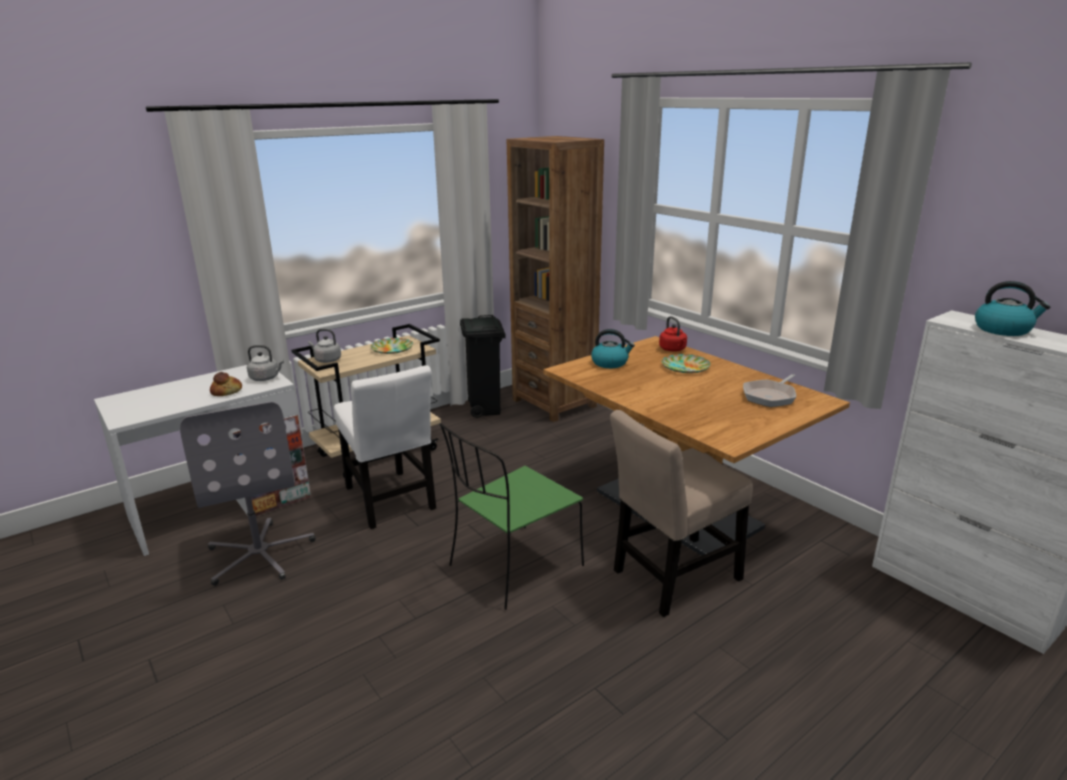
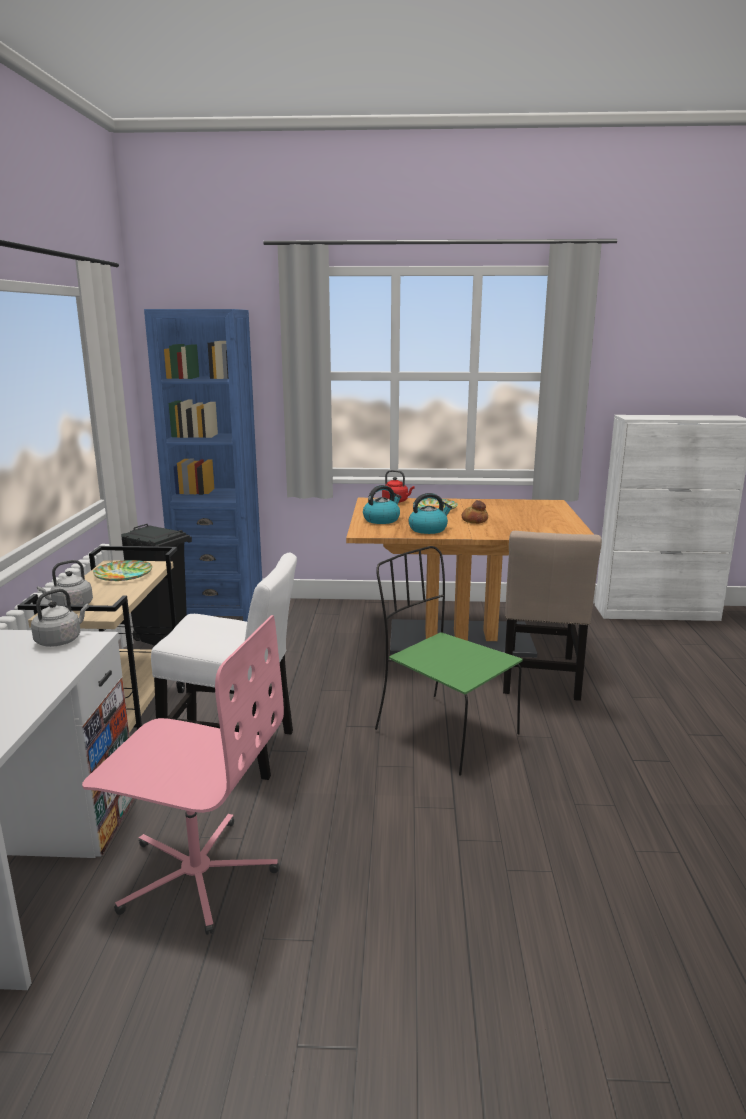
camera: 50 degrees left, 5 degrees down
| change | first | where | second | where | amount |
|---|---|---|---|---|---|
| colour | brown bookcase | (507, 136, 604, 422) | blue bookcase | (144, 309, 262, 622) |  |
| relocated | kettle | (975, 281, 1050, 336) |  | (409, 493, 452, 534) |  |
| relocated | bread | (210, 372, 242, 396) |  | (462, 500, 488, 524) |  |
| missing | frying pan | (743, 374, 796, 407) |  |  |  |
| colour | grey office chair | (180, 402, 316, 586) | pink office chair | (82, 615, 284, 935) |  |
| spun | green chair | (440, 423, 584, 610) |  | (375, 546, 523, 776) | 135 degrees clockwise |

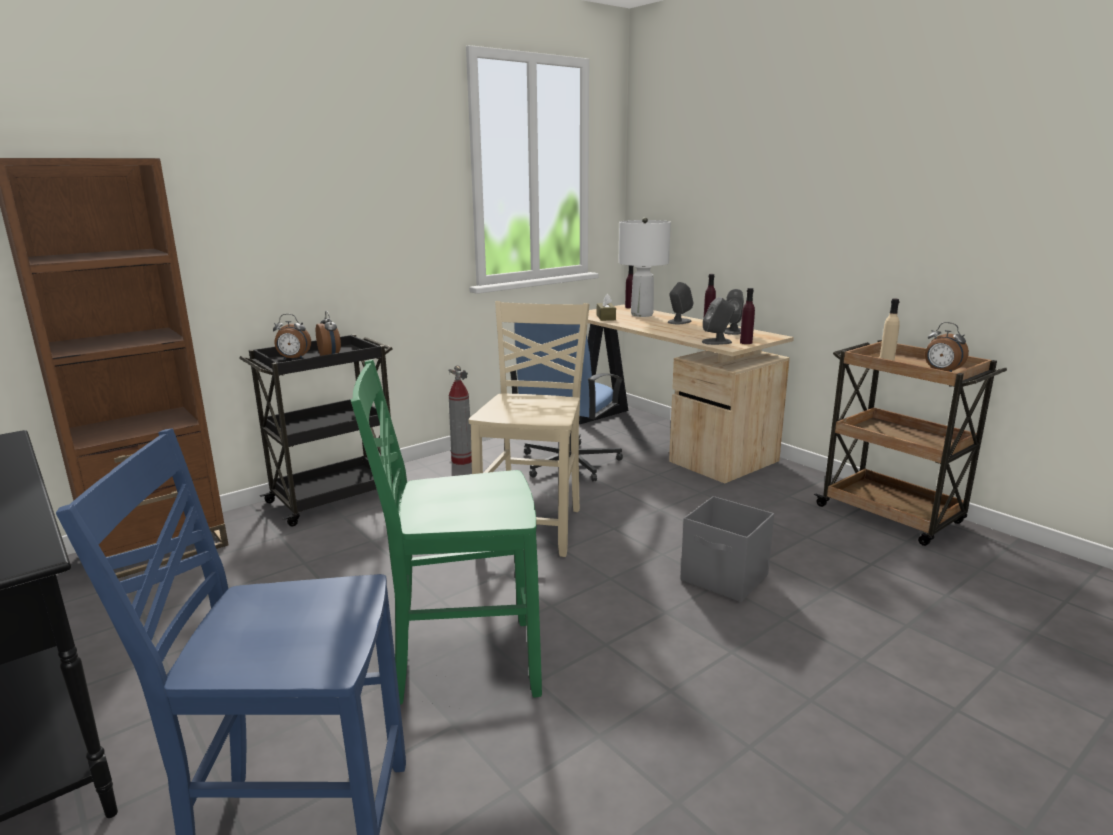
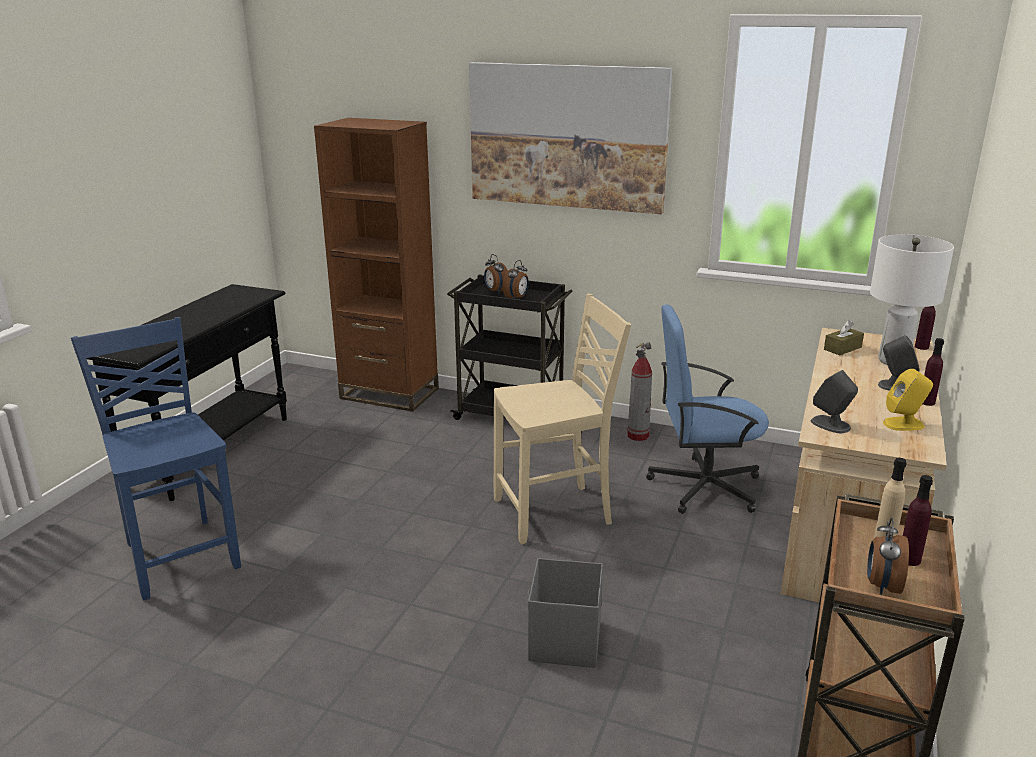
camera: 60 degrees right, 5 degrees up
| change | first | where | second | where | amount |
|---|---|---|---|---|---|
| relocated | purple bottle | (740, 288, 755, 344) |  | (903, 475, 933, 566) |  |
| colour | grey speaker | (723, 289, 744, 335) | yellow speaker | (883, 369, 933, 431) |  |
| missing | green chair | (350, 360, 542, 705) |  |  |  |
| appeared |  |  | picture | (469, 62, 673, 214) |  |

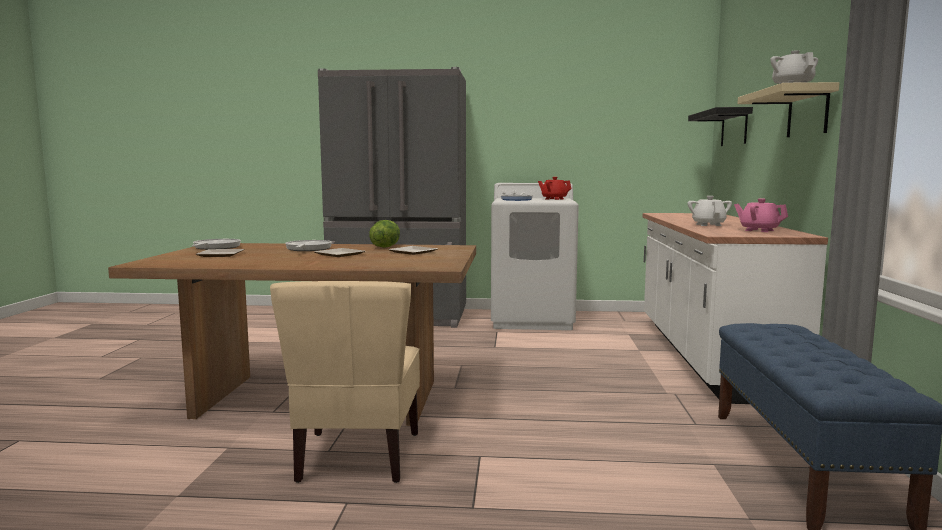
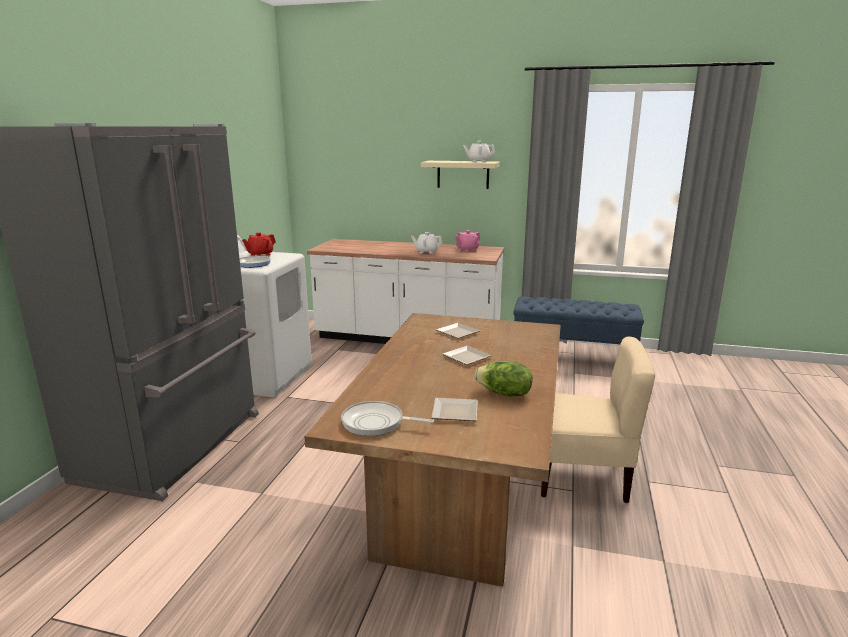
camera: 80 degrees left, 10 degrees up
| change | first | where | second | where | amount |
|---|---|---|---|---|---|
| missing | black shelf | (688, 107, 753, 146) |  |  |  |
| relocated | lettuce | (369, 220, 400, 248) |  | (475, 361, 533, 396) |  |
| missing | frying pan | (285, 240, 332, 251) |  |  |  |

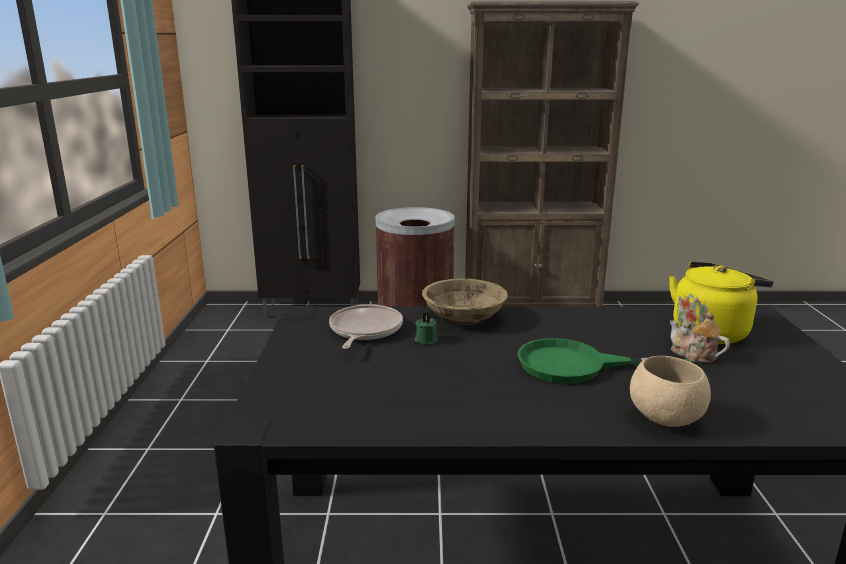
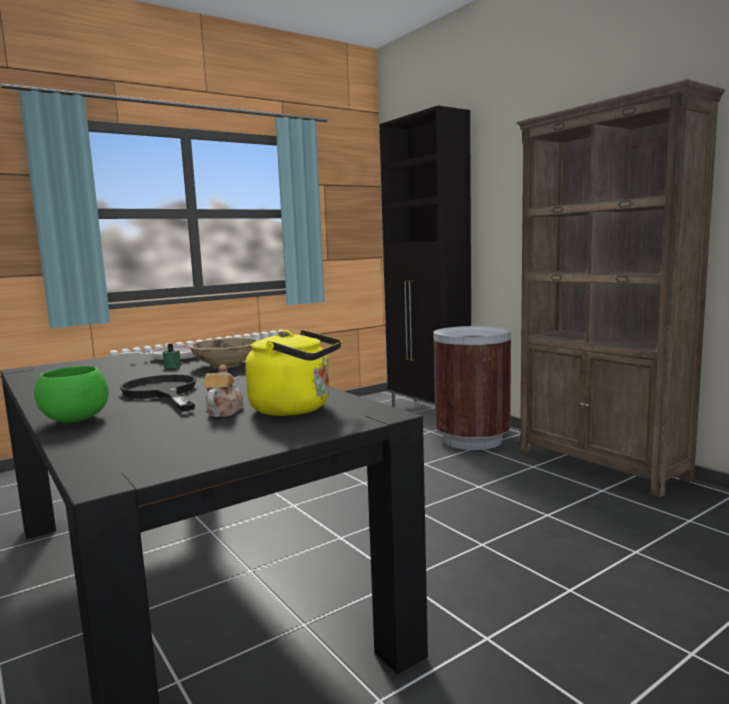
camera: 55 degrees right, 10 degrees down
| change | first | where | second | where | amount |
|---|---|---|---|---|---|
| colour | green frying pan | (517, 338, 691, 384) | black frying pan | (120, 374, 197, 411) |  |
| colour | beige bowl | (630, 356, 711, 427) | green bowl | (34, 366, 109, 422) |  |

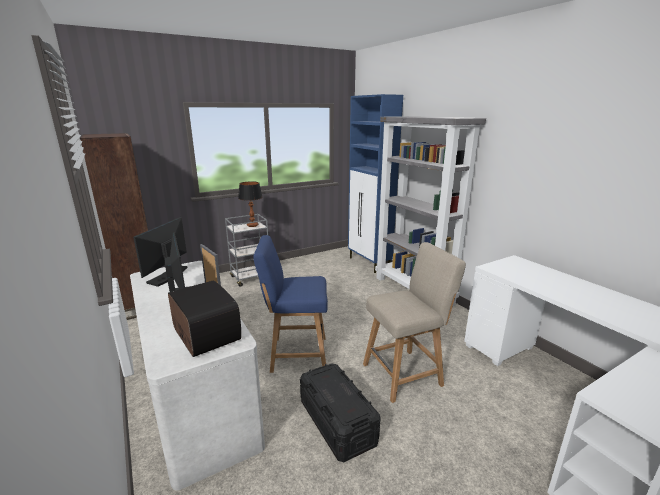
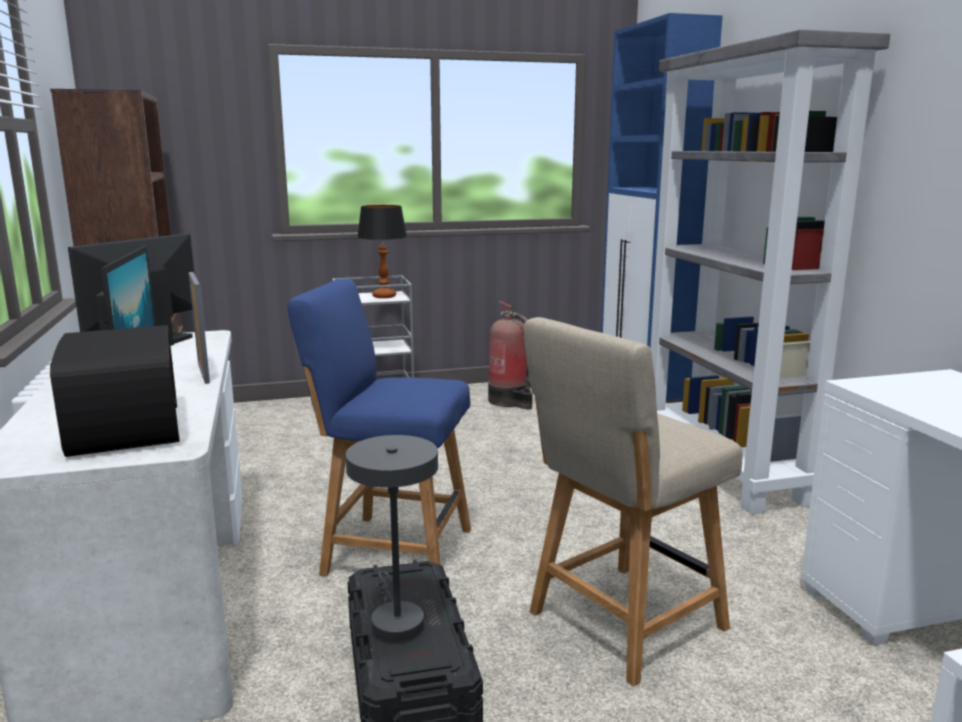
camera: 15 degrees right, 5 degrees down
| change | first | where | second | where | amount |
|---|---|---|---|---|---|
| spun | beige chair | (363, 242, 466, 403) |  | (523, 317, 743, 686) | 150 degrees clockwise |
| appeared |  |  | fire extinguisher | (488, 301, 532, 410) |  |
| appeared |  |  | grey table lamp | (345, 435, 438, 642) |  |

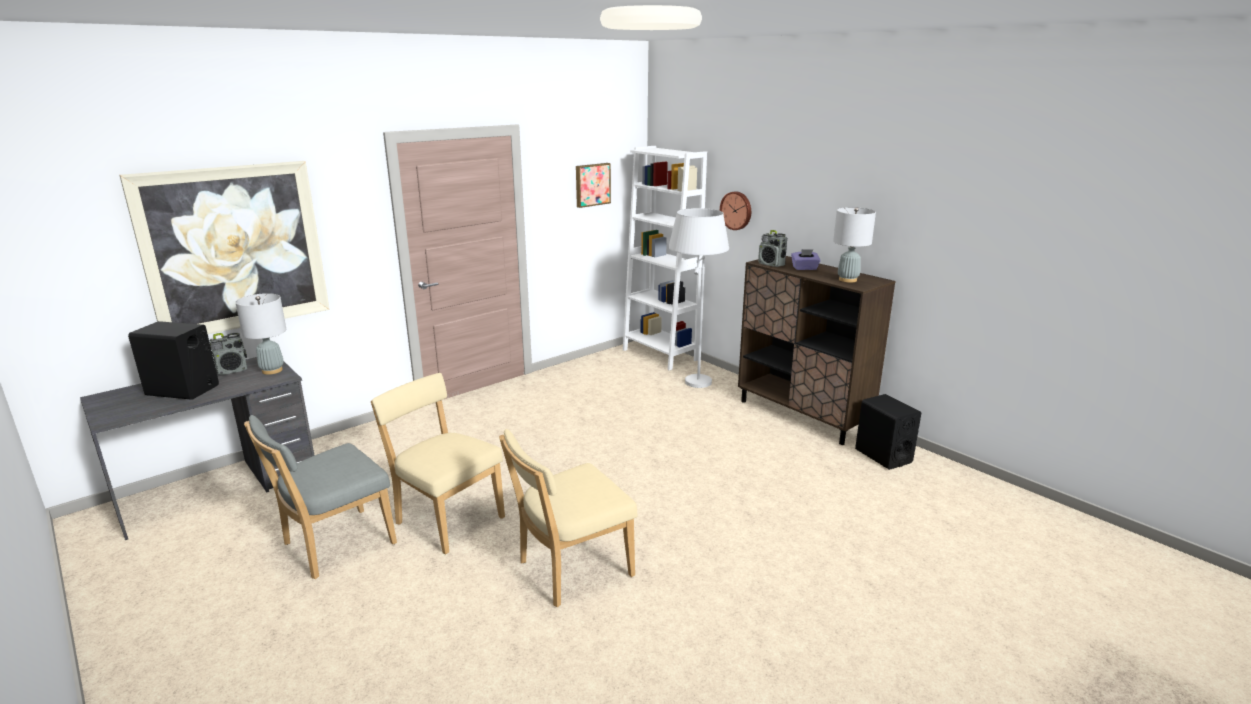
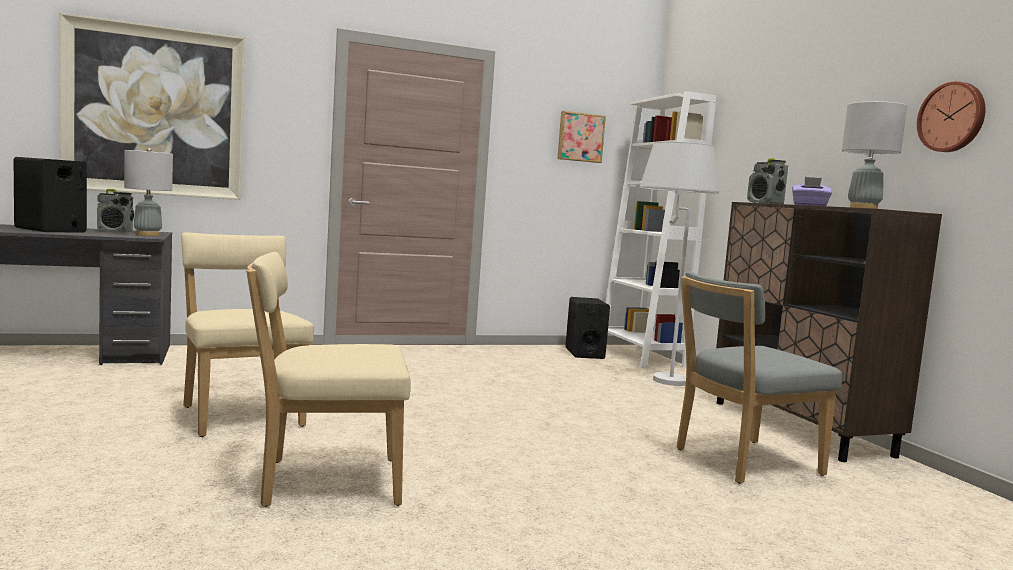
camera: 20 degrees right, 15 degrees down
| change | first | where | second | where | amount |
|---|---|---|---|---|---|
| relocated | wall clock | (720, 191, 751, 230) |  | (917, 81, 986, 152) |  |
| relocated | black speaker | (855, 394, 921, 470) |  | (565, 297, 610, 359) |  |
| relocated | grey chair | (244, 415, 397, 579) |  | (677, 271, 842, 484) |  |

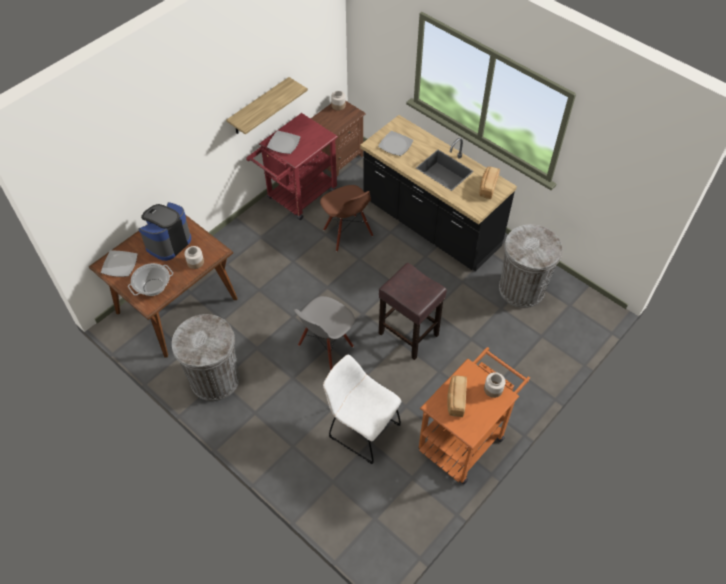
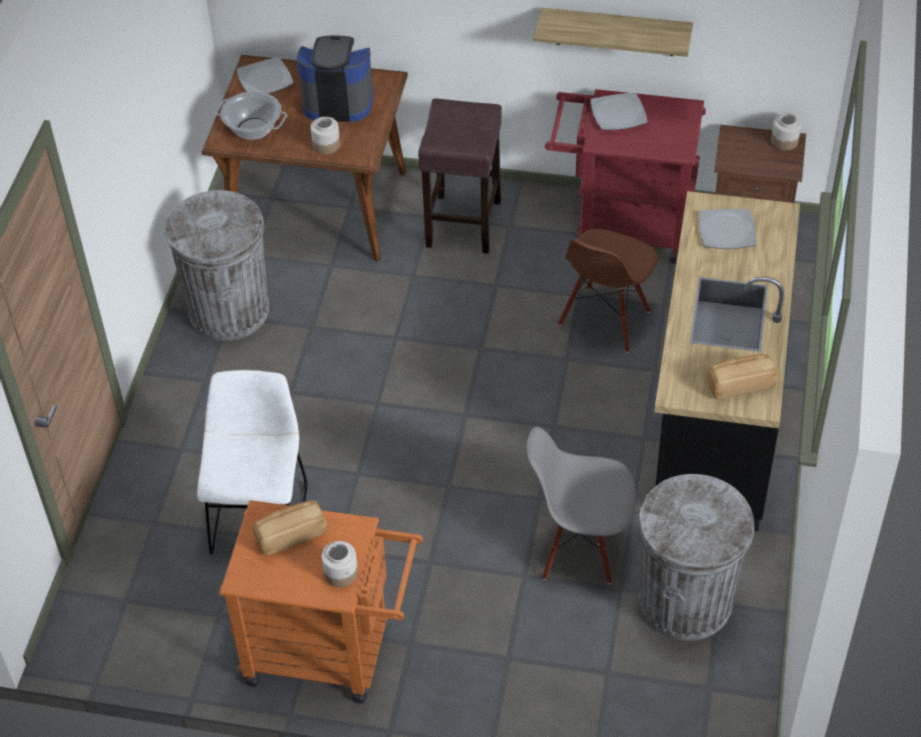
camera: 60 degrees right, 5 degrees down
| change | first | where | second | where | amount |
|---|---|---|---|---|---|
| relocated | brown stool | (379, 263, 447, 360) |  | (418, 99, 502, 254) |  |
| relocated | grey chair | (294, 296, 355, 371) |  | (527, 426, 636, 584) |  |

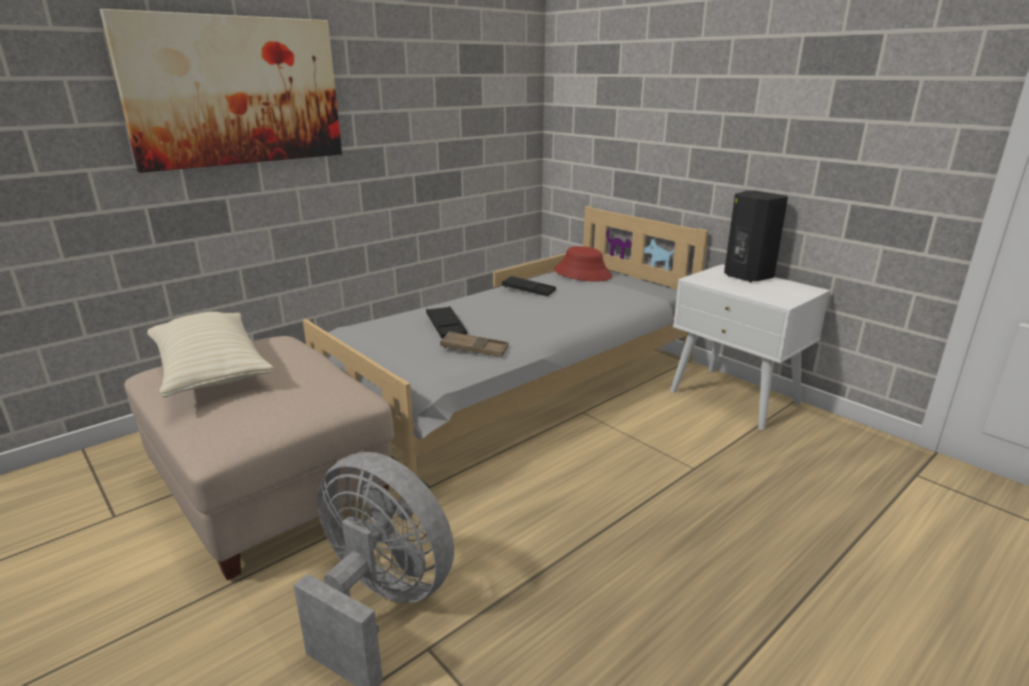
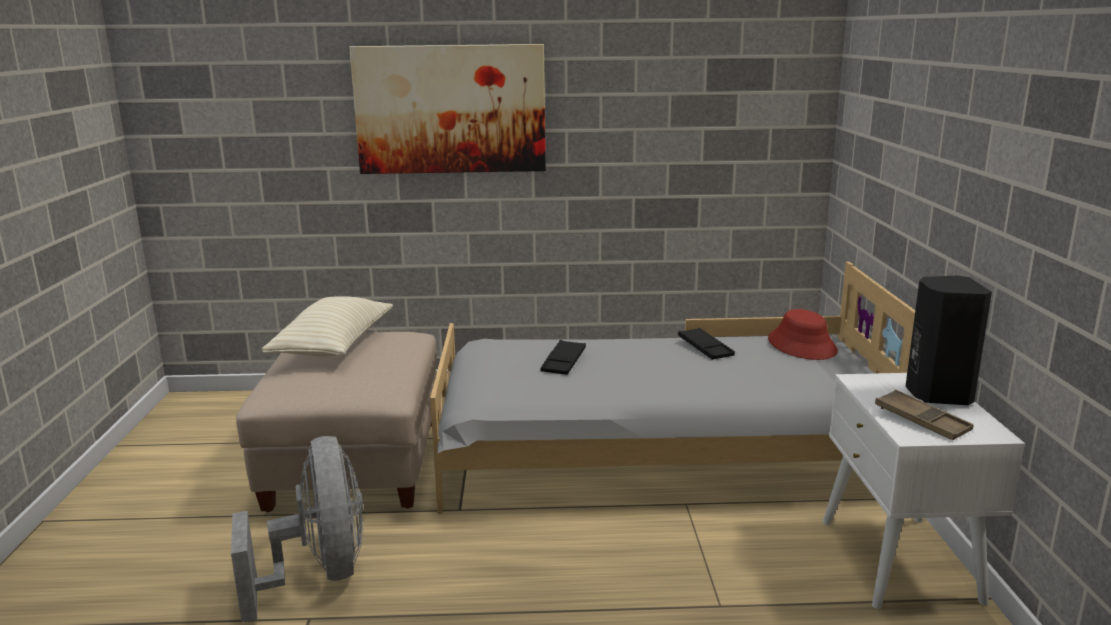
camera: 40 degrees right, 5 degrees down
| change | first | where | second | where | amount |
|---|---|---|---|---|---|
| relocated | brown tray | (440, 331, 509, 357) |  | (875, 390, 974, 440) |  |

